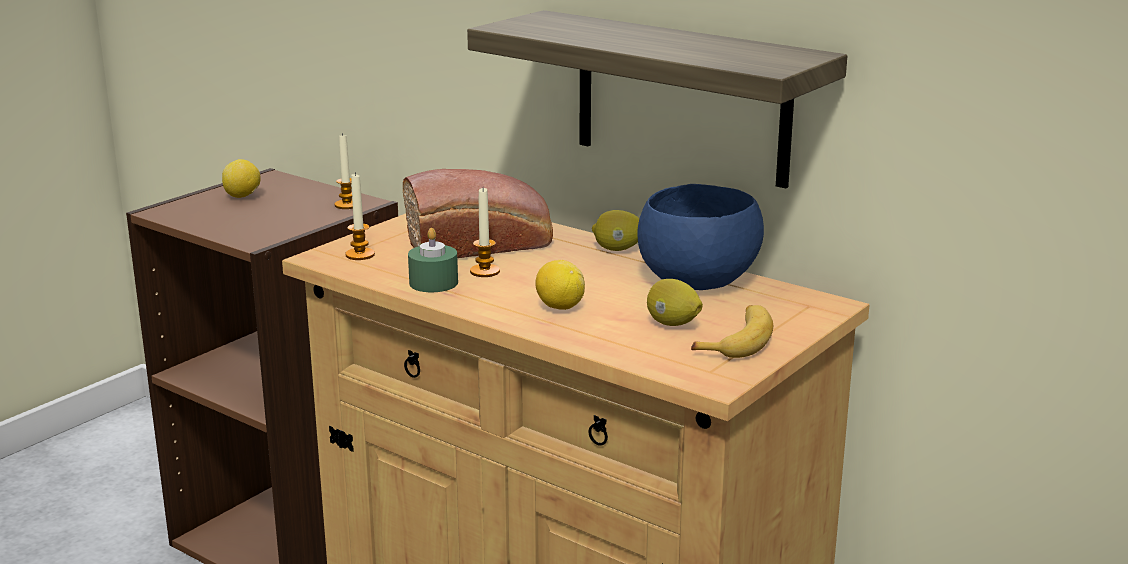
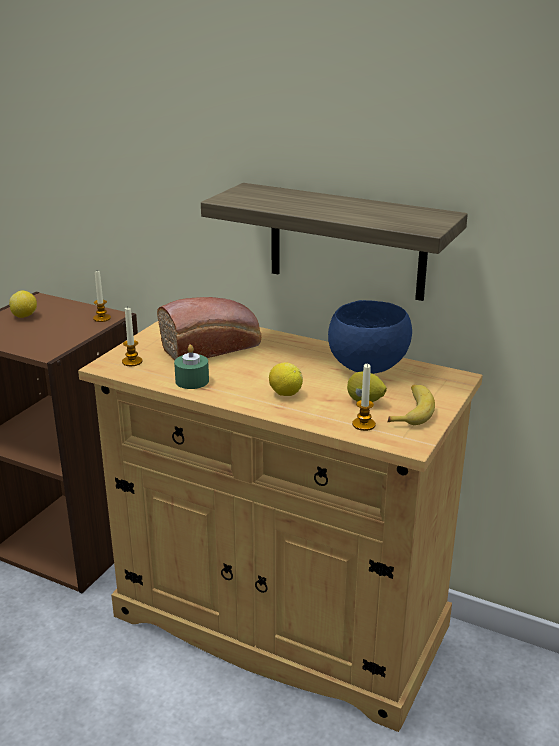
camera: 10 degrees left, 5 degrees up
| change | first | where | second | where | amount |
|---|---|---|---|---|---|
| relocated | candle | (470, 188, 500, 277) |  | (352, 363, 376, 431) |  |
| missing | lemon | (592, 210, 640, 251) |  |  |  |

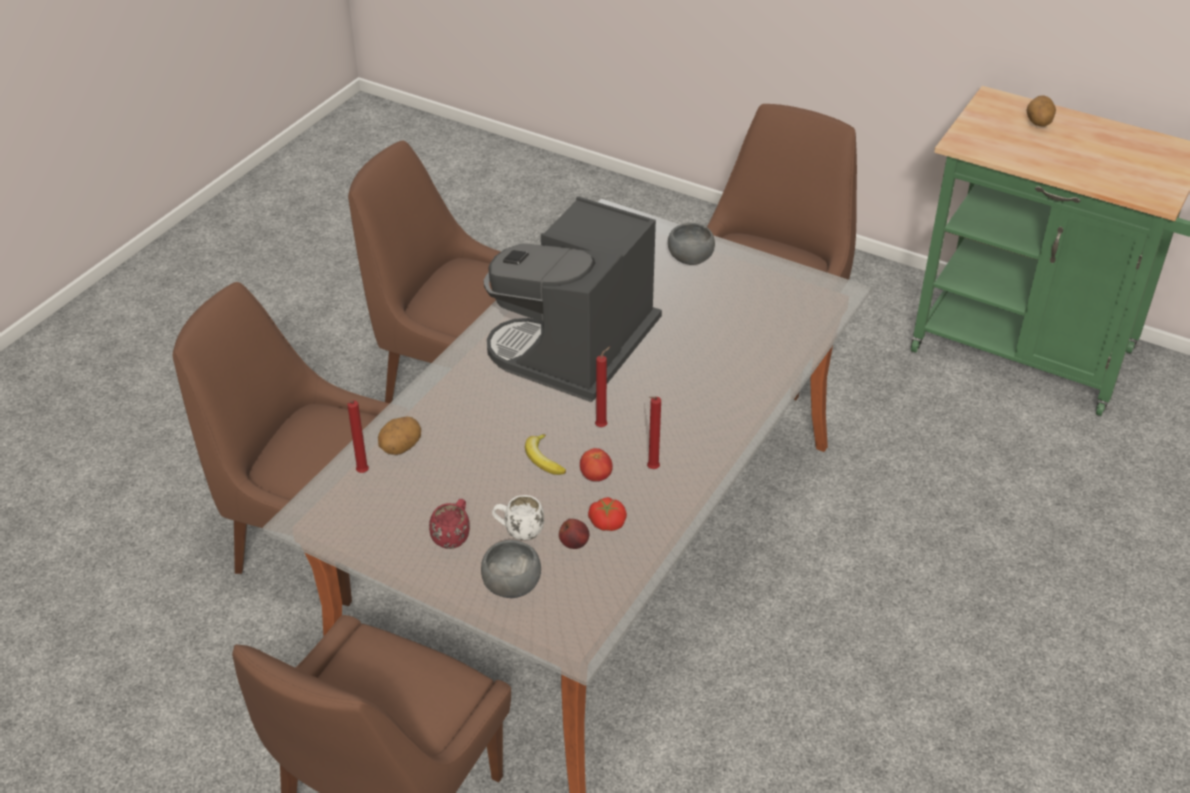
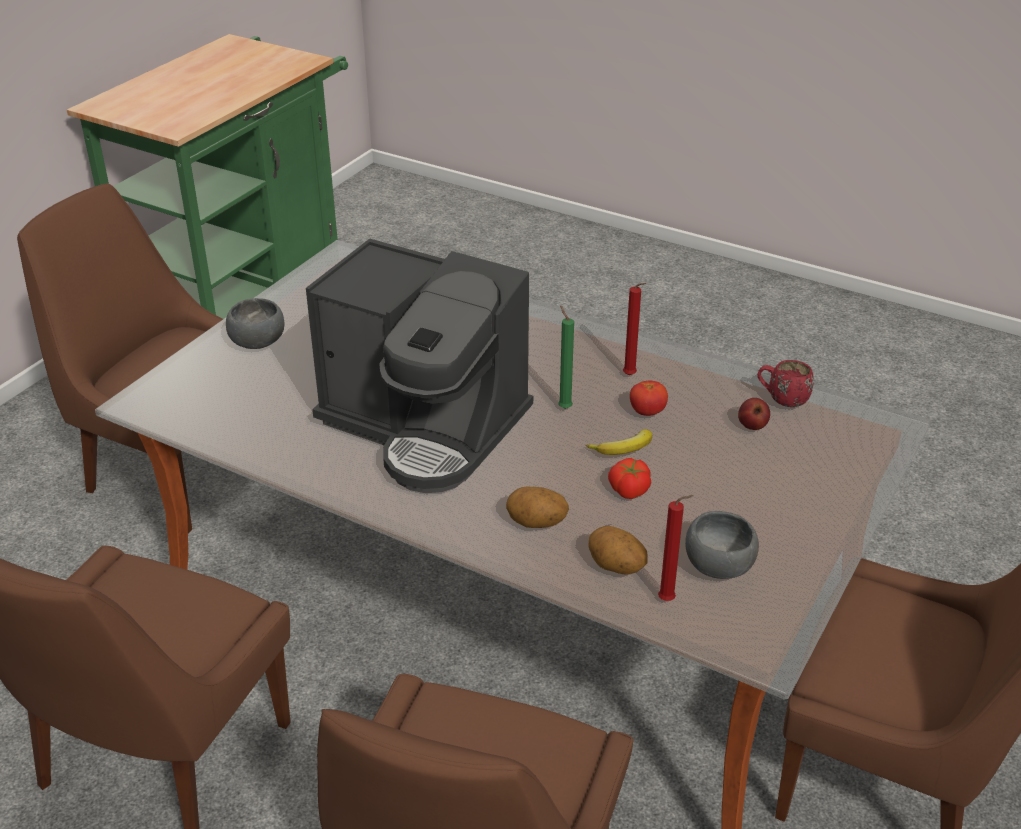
camera: 90 degrees left, 5 degrees down
| change | first | where | second | where | amount |
|---|---|---|---|---|---|
| relocated | potato | (1026, 95, 1056, 127) |  | (506, 487, 569, 528) |  |
| colour | red candle | (595, 346, 611, 427) | green candle | (558, 305, 574, 409) |  |
| missing | white mug | (492, 495, 544, 540) |  |  |  |
| relocated | tomato | (588, 497, 627, 531) |  | (608, 458, 651, 499) |  |
| relocated | red mug | (429, 499, 470, 549) |  | (757, 360, 814, 407) |  |
| relocated | grey bowl | (481, 540, 541, 598) |  | (685, 511, 759, 579) |  |

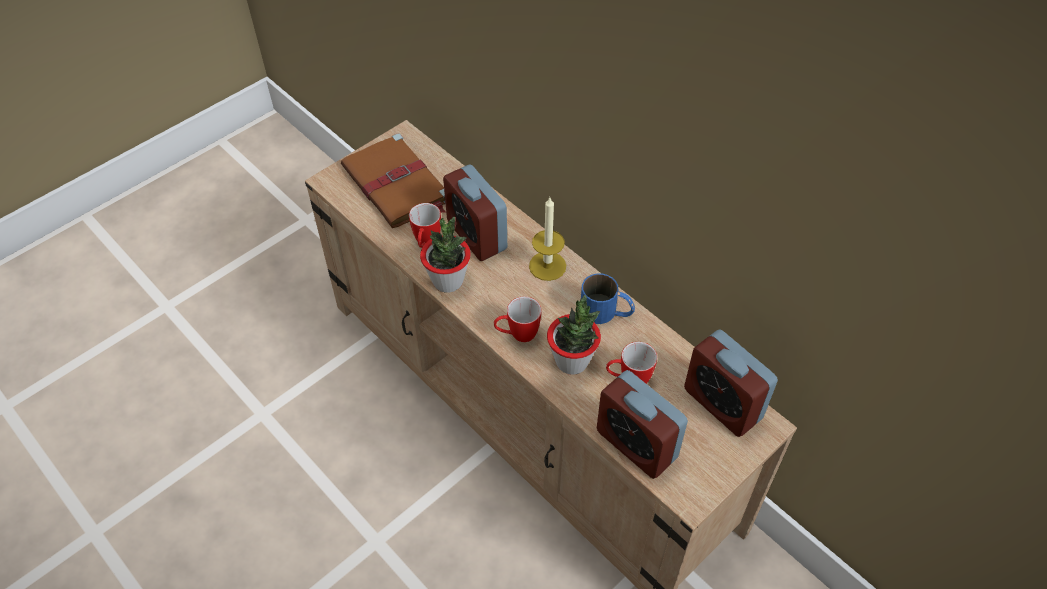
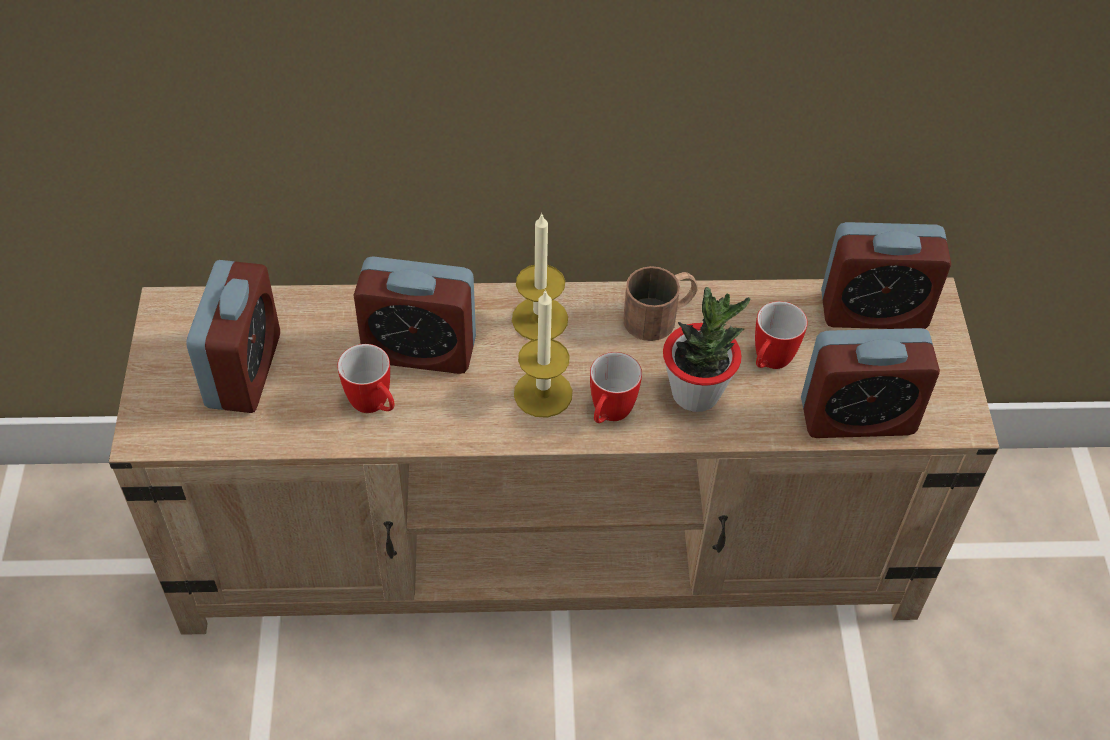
camera: 50 degrees left, 0 degrees up
| change | first | where | second | where | amount |
|---|---|---|---|---|---|
| exchanged | brown book | (341, 133, 446, 228) | alarm clock | (186, 260, 280, 413) |  |
| missing | potted plant | (420, 217, 471, 293) |  |  |  |
| colour | blue mug | (581, 273, 635, 324) | brown mug | (623, 266, 698, 341) |  |
| appeared |  |  | candle | (514, 289, 572, 418) |  |

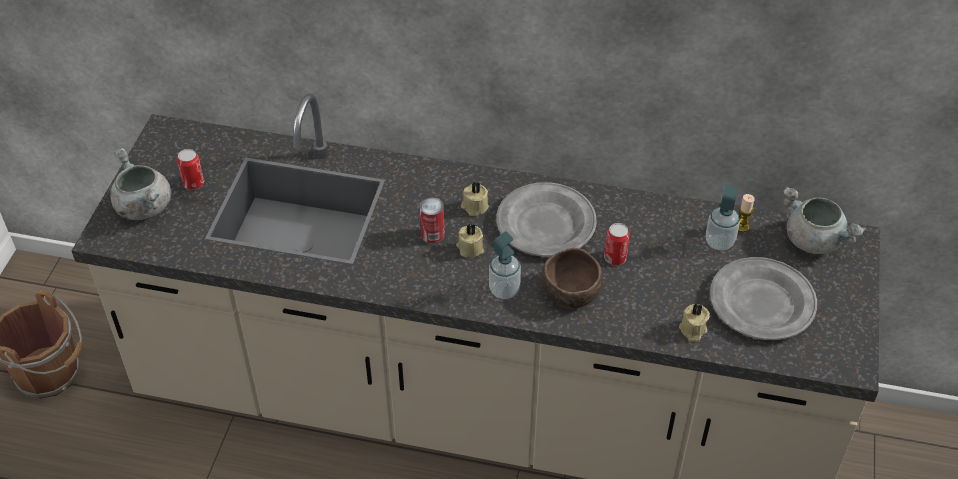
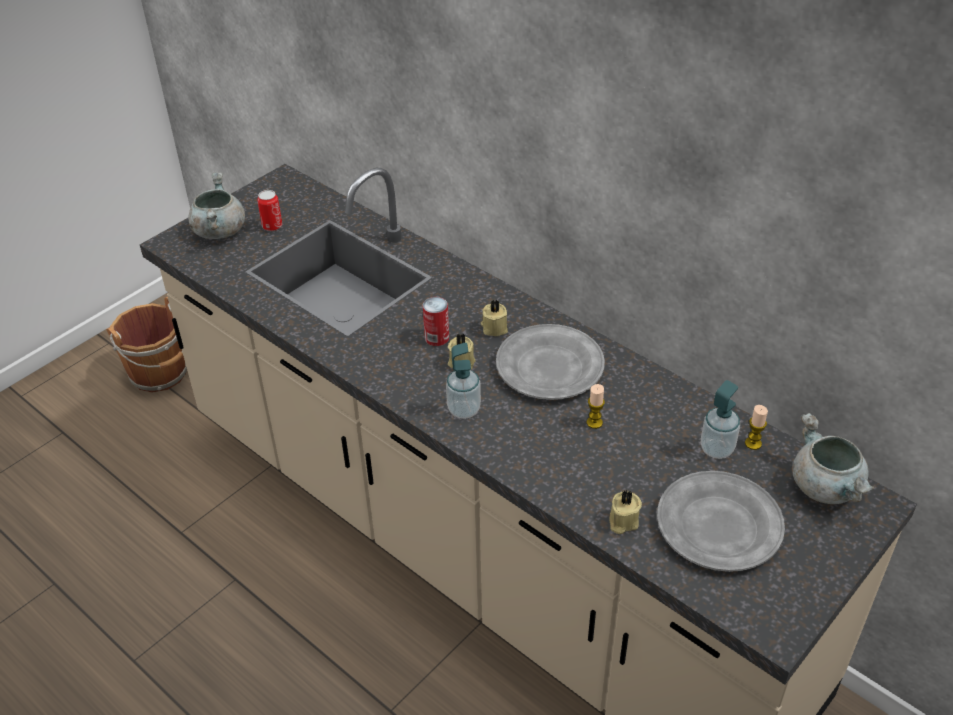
camera: 30 degrees right, 5 degrees down
| change | first | where | second | where | amount |
|---|---|---|---|---|---|
| exchanged | can | (604, 223, 630, 265) | candle | (587, 384, 605, 429) |  |
| missing | brown bowl | (541, 248, 603, 309) |  |  |  |

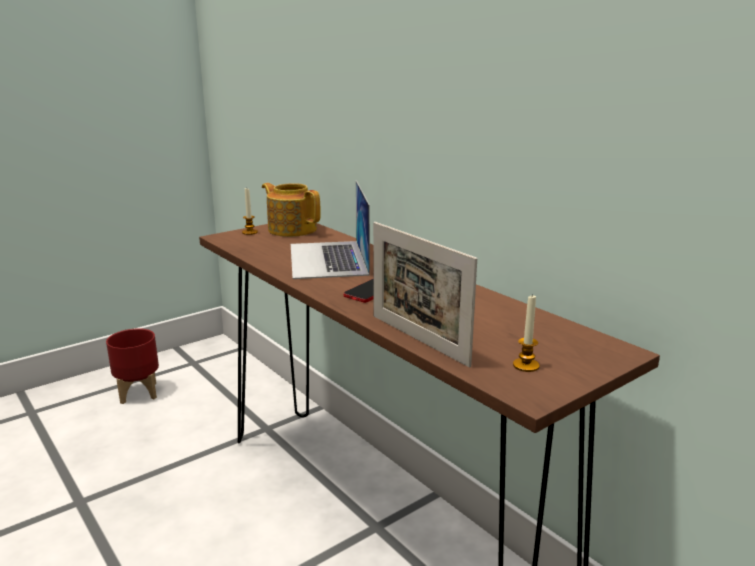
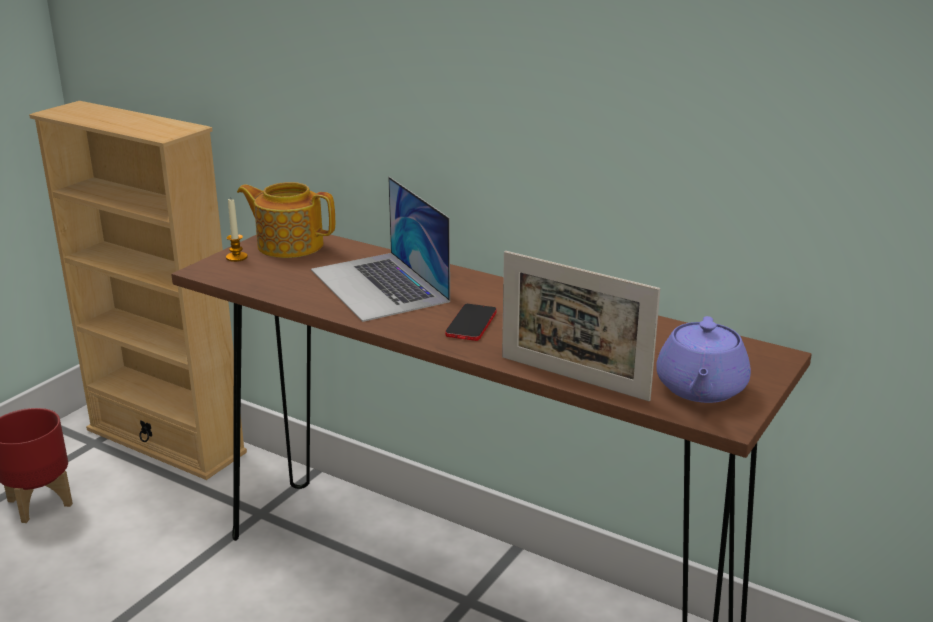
camera: 20 degrees left, 5 degrees up
| change | first | where | second | where | amount |
|---|---|---|---|---|---|
| exchanged | candle | (513, 294, 540, 372) | purple teapot | (656, 316, 751, 403) |  |
| appeared |  |  | beige bookcase | (29, 101, 247, 480) |  |

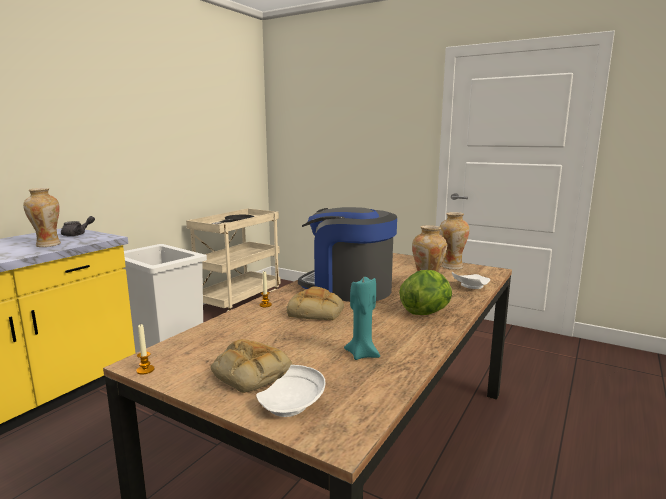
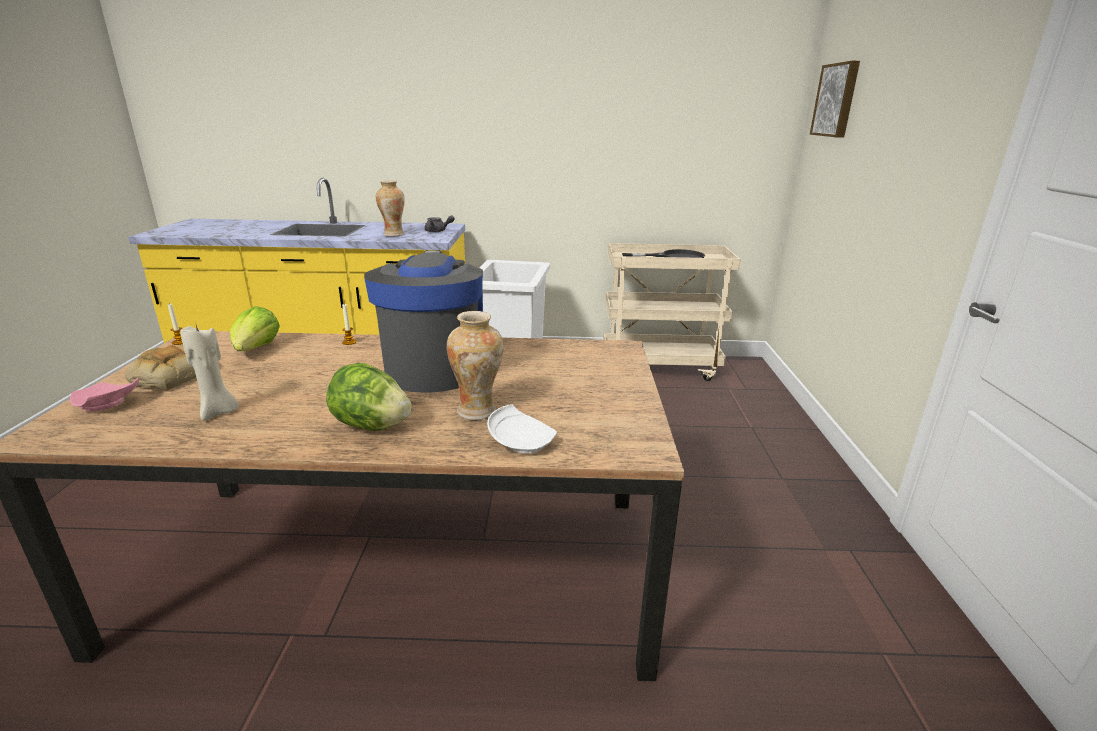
camera: 60 degrees right, 10 degrees up
| change | first | where | second | where | amount |
|---|---|---|---|---|---|
| missing | vase | (439, 212, 469, 270) |  |  |  |
| colour | turquoise candle | (344, 277, 380, 360) | beige candle | (180, 325, 239, 421) |  |
| missing | bread | (286, 287, 344, 320) |  |  |  |
| colour | white plate | (256, 365, 325, 417) | pink plate | (70, 377, 139, 411) |  |
| appeared |  |  | picture | (810, 61, 860, 138) |  |
| appeared |  |  | lettuce | (230, 306, 280, 351) |  |

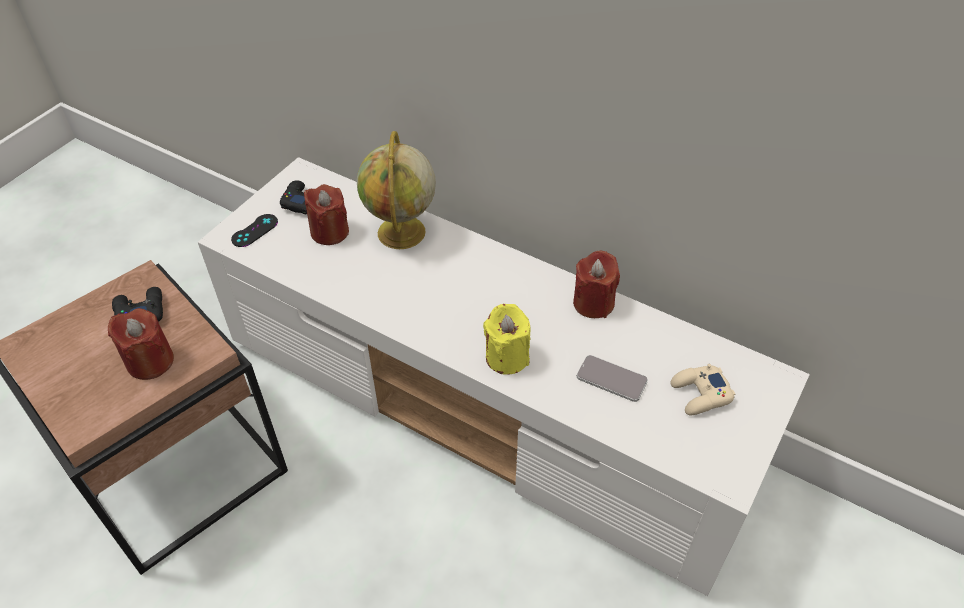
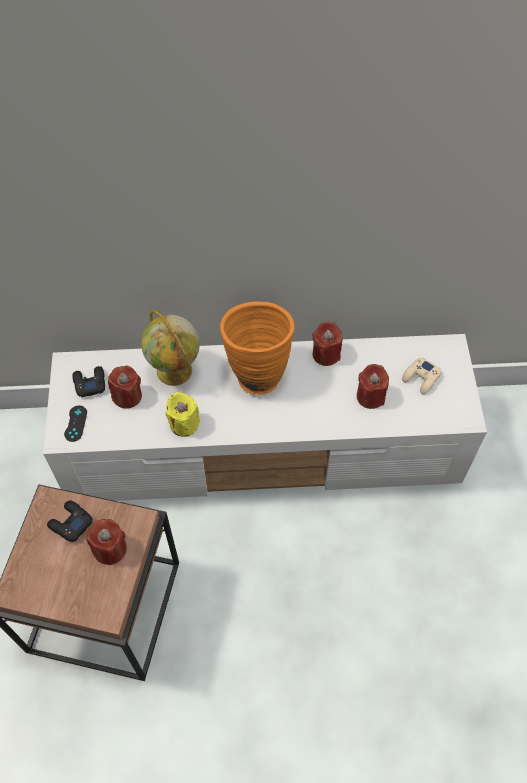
camera: 35 degrees left, 10 degrees up
| change | first | where | second | where | amount |
|---|---|---|---|---|---|
| relocated | yellow candle | (483, 304, 531, 375) |  | (166, 392, 200, 437) |  |
| exchanged | phone | (577, 355, 648, 402) | red candle | (357, 364, 389, 409) |  |
| appeared |  |  | orange vase | (220, 301, 294, 395) |  |

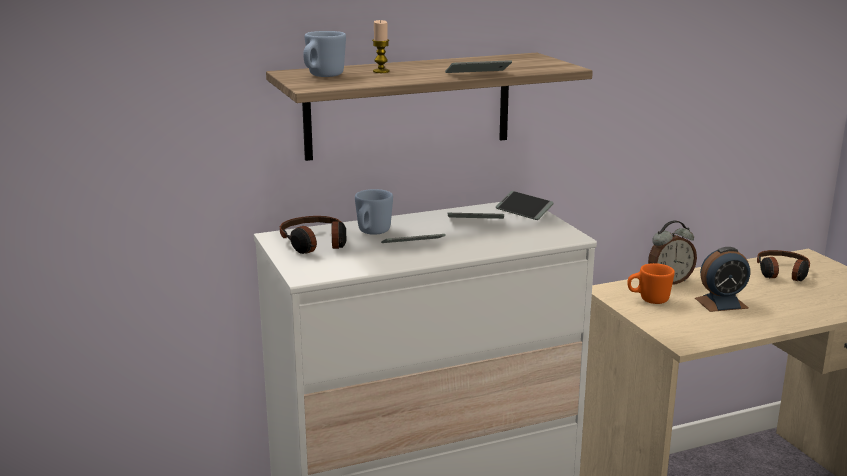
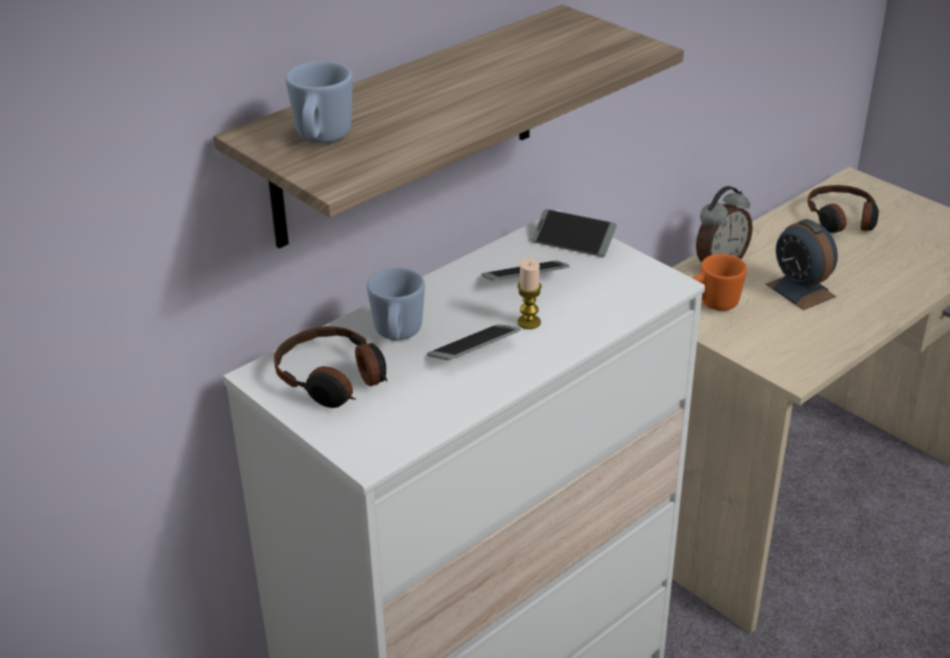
camera: 20 degrees left, 15 degrees up
| change | first | where | second | where | amount |
|---|---|---|---|---|---|
| relocated | candle | (372, 20, 390, 73) |  | (517, 259, 542, 329) |  |
| missing | phone | (445, 60, 512, 73) |  |  |  |
| spun | alarm clock | (695, 247, 750, 312) |  | (766, 219, 838, 310) | 90 degrees clockwise |

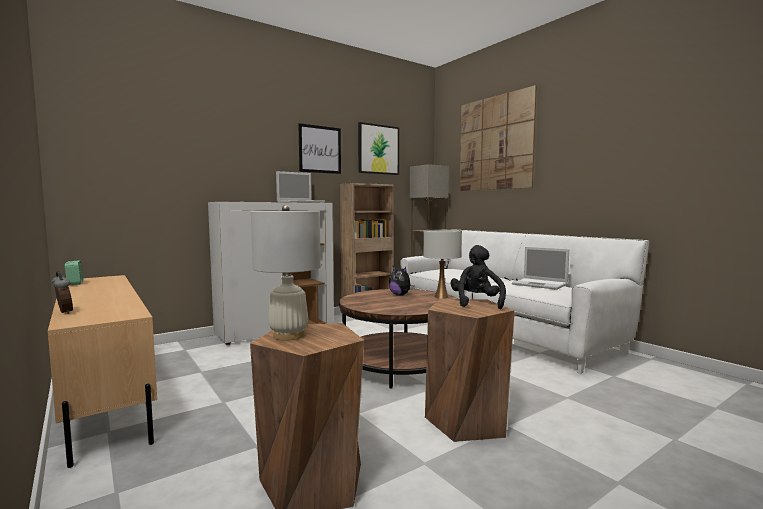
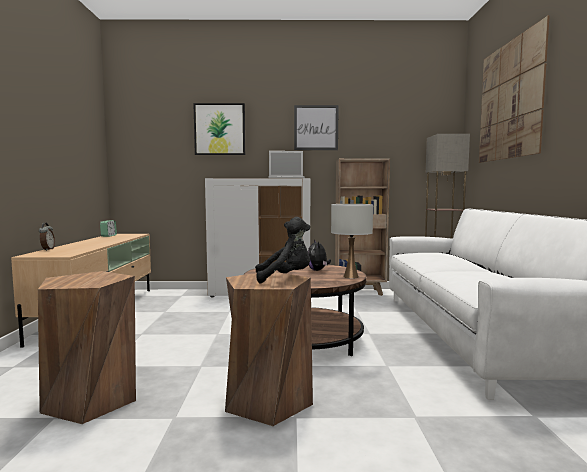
camera: 35 degrees right, 0 degrees up
| change | first | where | second | where | amount |
|---|---|---|---|---|---|
| relocated | picture | (358, 122, 399, 175) |  | (193, 103, 245, 155) |  |
| missing | white table lamp | (251, 205, 321, 341) |  |  |  |
| spun | black plush toy | (450, 245, 506, 309) |  | (255, 217, 310, 284) | 45 degrees clockwise |
| missing | laptop | (512, 247, 569, 290) |  |  |  |

